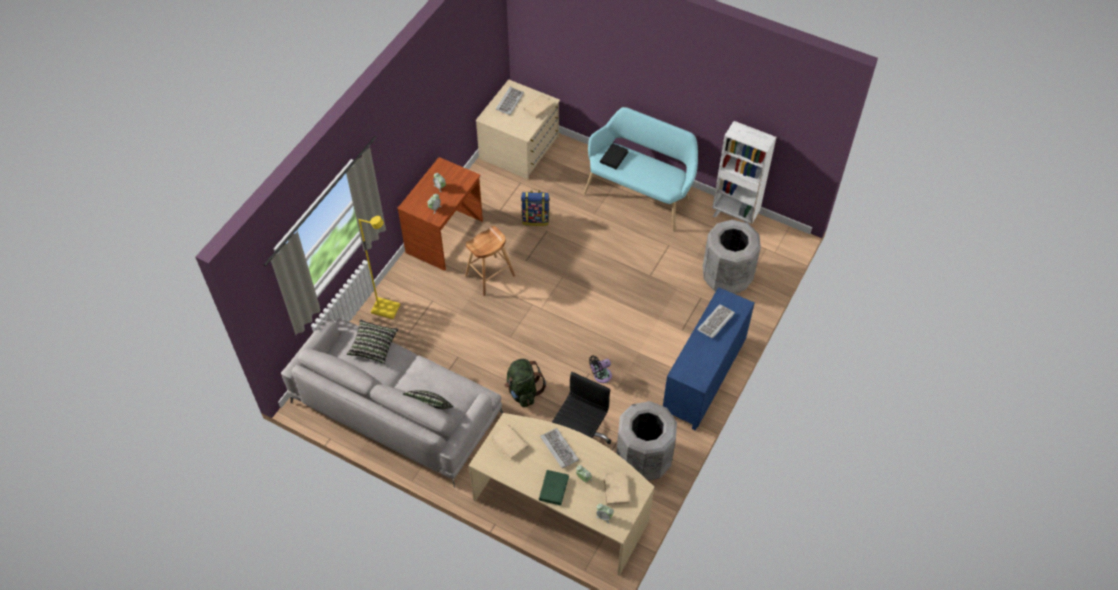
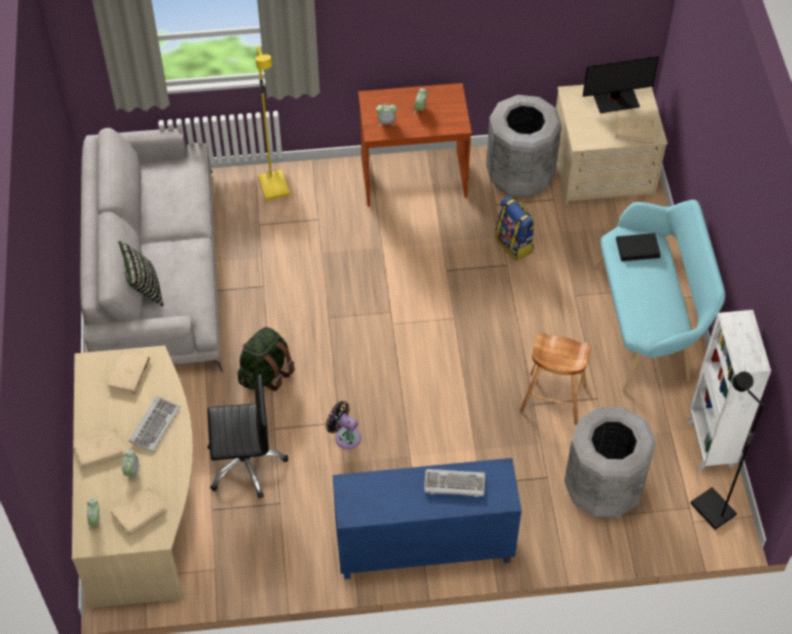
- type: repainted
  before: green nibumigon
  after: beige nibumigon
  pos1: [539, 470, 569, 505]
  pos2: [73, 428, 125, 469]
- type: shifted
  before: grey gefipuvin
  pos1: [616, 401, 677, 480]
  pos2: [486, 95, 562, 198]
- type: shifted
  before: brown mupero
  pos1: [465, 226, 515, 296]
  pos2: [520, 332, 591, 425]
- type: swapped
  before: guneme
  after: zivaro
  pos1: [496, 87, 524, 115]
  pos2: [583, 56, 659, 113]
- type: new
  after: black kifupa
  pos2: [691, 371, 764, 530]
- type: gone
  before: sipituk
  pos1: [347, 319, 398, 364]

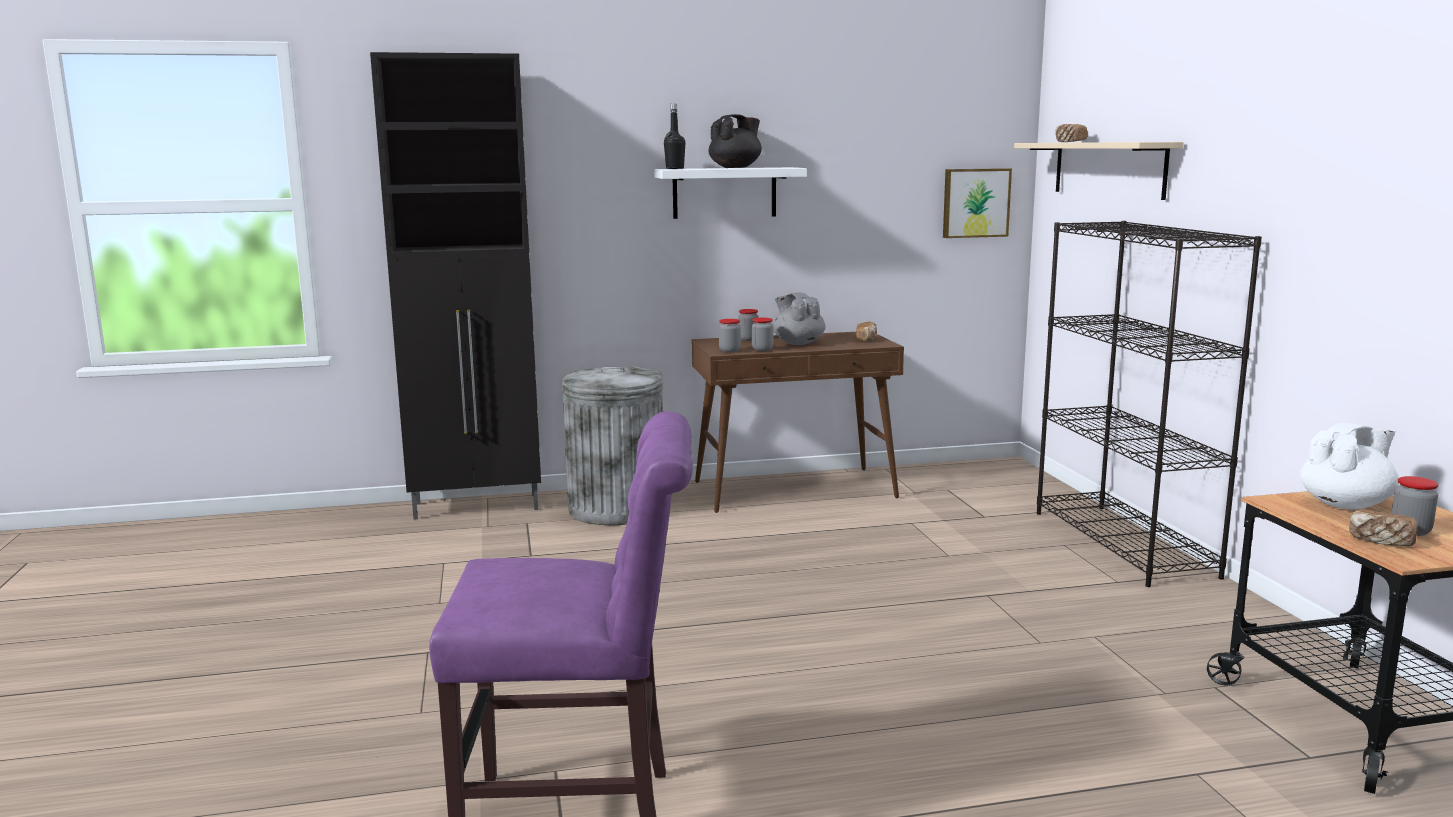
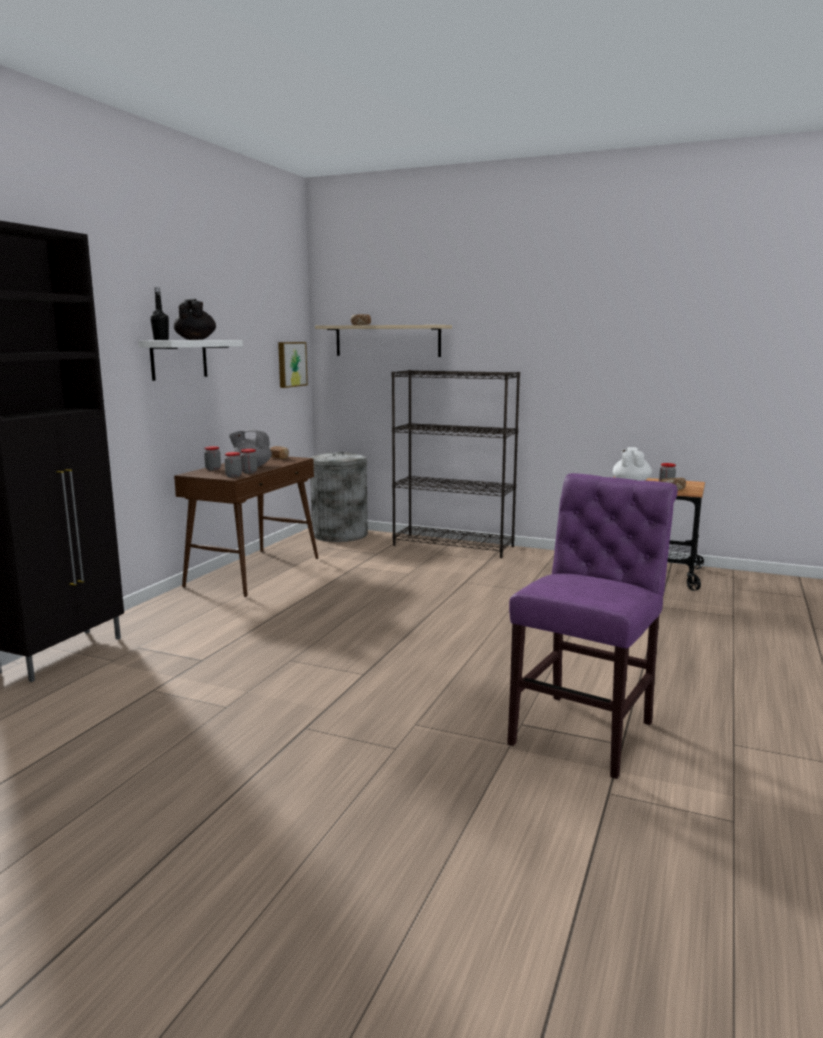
- type: shifted
  before: grey gefipuvin
  pos1: [562, 366, 663, 525]
  pos2: [310, 452, 368, 542]

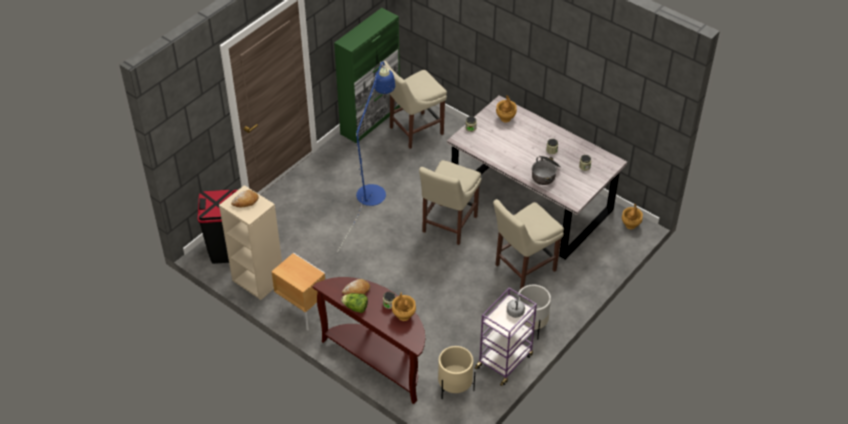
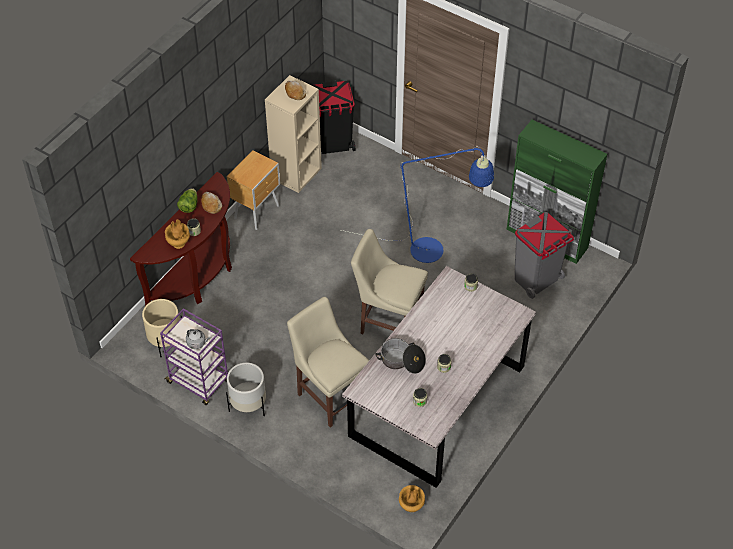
- type: swapped
  before: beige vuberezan
  after: grey gefipuvin
  pos1: [382, 61, 447, 149]
  pos2: [515, 212, 574, 299]
- type: gone
  before: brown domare
  pos1: [496, 95, 517, 122]

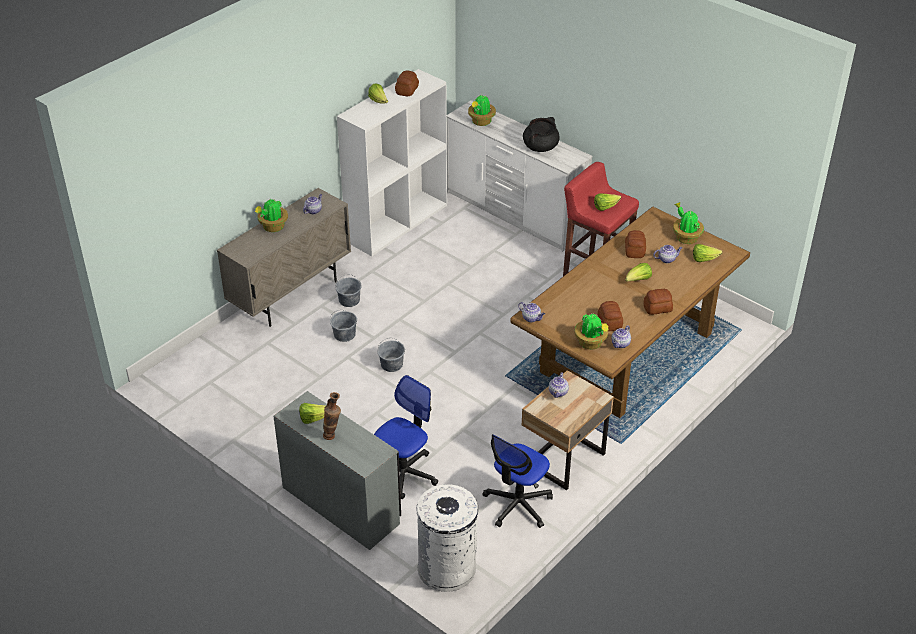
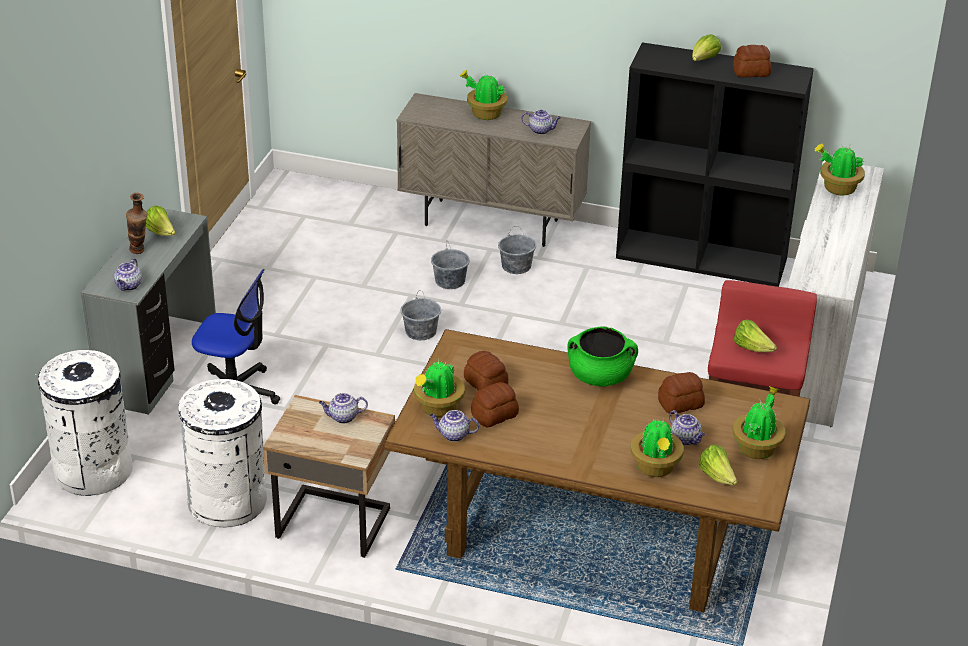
- type: shifted
  before: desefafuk
  pos1: [518, 302, 545, 322]
  pos2: [114, 258, 142, 291]
- type: swapped
  before: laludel
  after: white gefipuvin
  pos1: [482, 434, 553, 528]
  pos2: [178, 379, 267, 528]
- type: shifted
  before: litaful
  pos1: [643, 289, 673, 315]
  pos2: [464, 351, 508, 391]
- type: new
  after: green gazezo
  pos2: [567, 326, 638, 387]
- type: repainted
  before: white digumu
  after: black digumu
  pos1: [337, 69, 447, 256]
  pos2: [616, 42, 814, 287]
- type: new
  after: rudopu
  pos2: [630, 418, 684, 477]
- type: gone
  before: black gazezo
  pos1: [523, 117, 560, 152]
- type: gone
  before: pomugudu
  pos1: [625, 263, 652, 282]

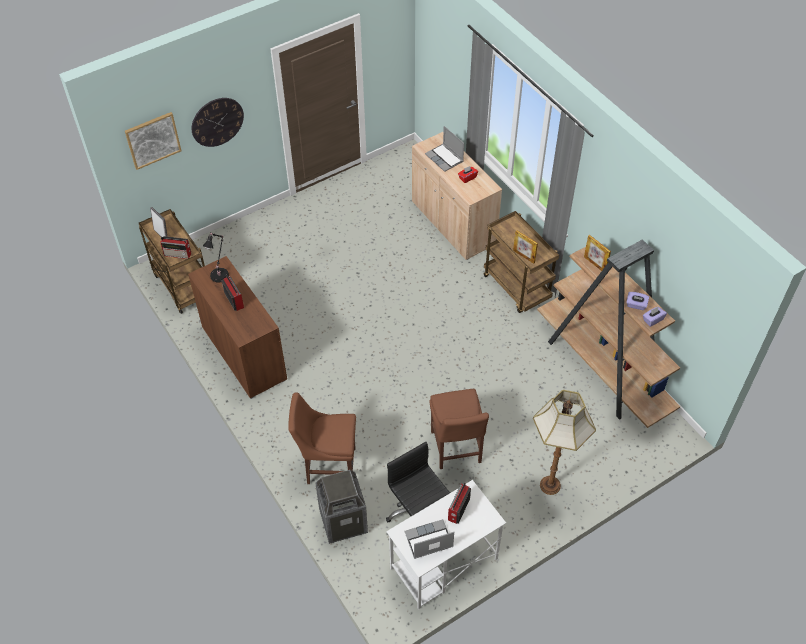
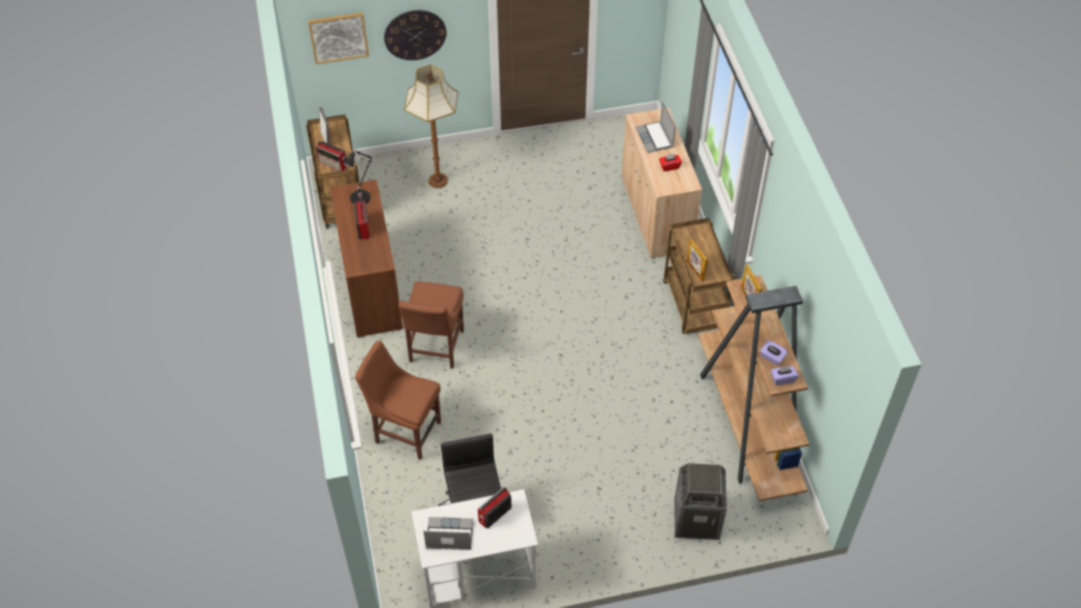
- type: shifted
  before: brown vuberezan
  pos1: [430, 389, 489, 469]
  pos2: [399, 281, 464, 369]
- type: shifted
  before: kifupa
  pos1: [533, 390, 596, 495]
  pos2: [404, 65, 458, 188]
- type: shifted
  before: gefipuvin
  pos1: [315, 470, 368, 544]
  pos2: [675, 463, 727, 540]

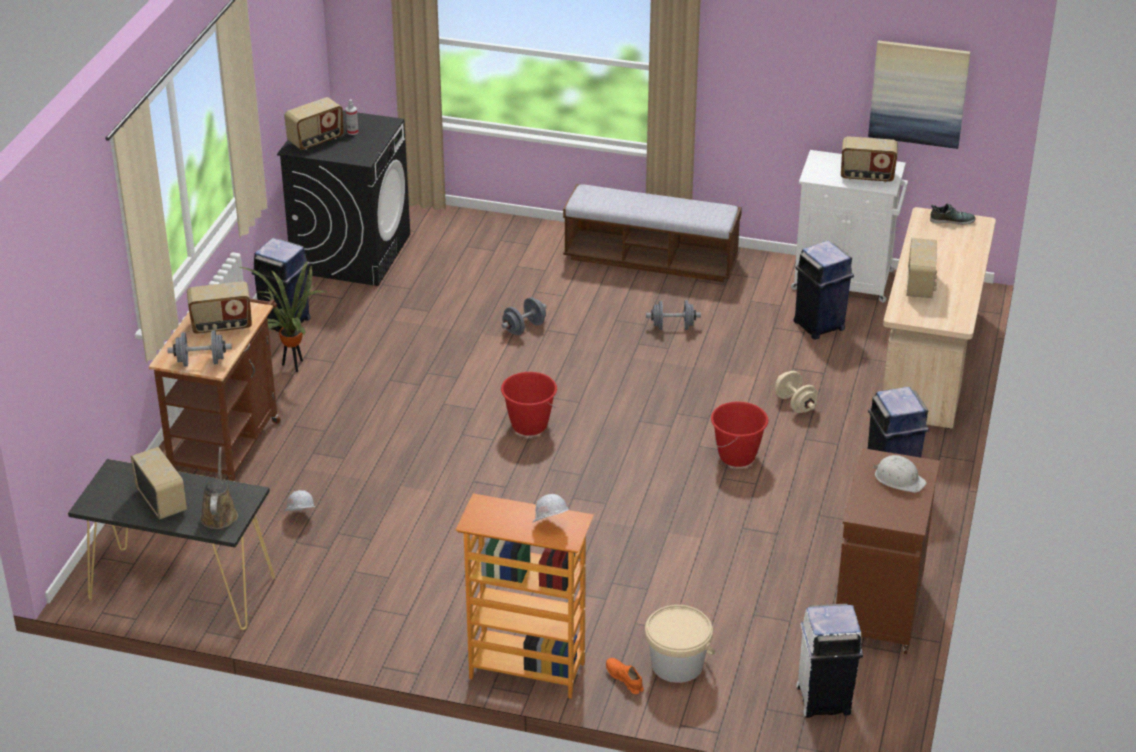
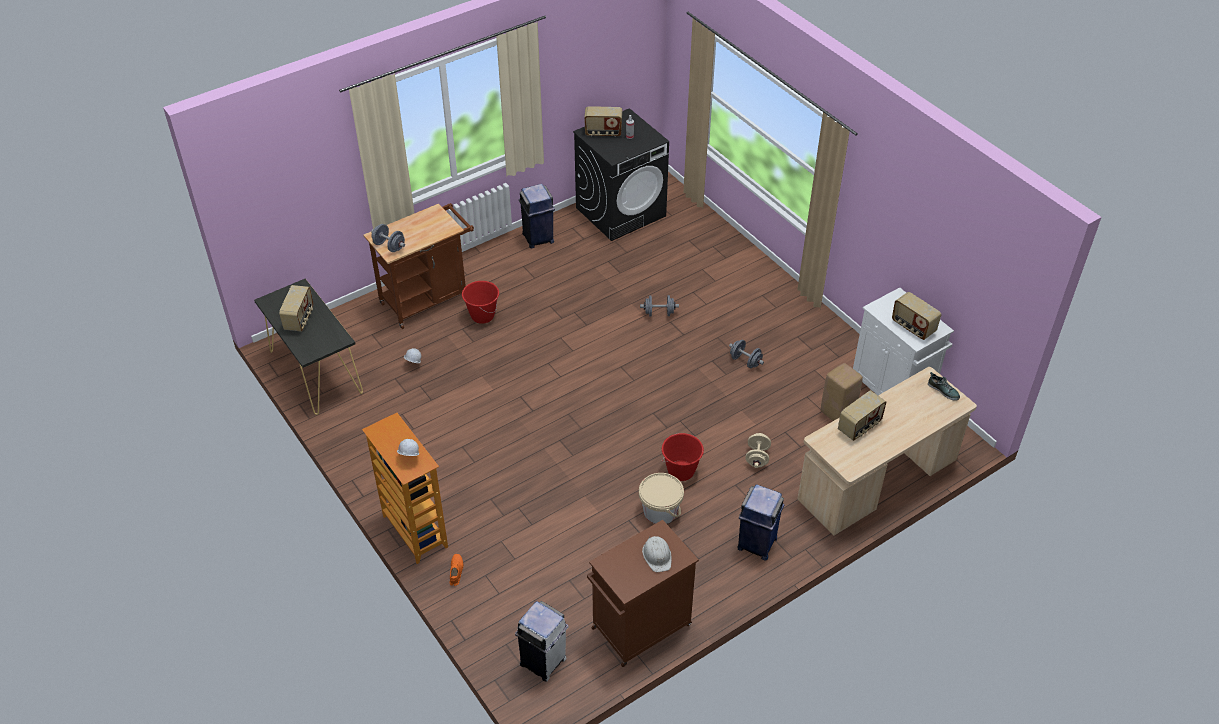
- type: shifted
  before: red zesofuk
  pos1: [501, 372, 557, 436]
  pos2: [462, 281, 499, 324]
- type: shifted
  before: beige zesofuk
  pos1: [645, 605, 715, 683]
  pos2: [639, 473, 684, 524]
- type: swapped
  before: blue gefipuvin
  after: beige mupero
  pos1: [793, 241, 854, 339]
  pos2: [821, 363, 863, 421]
- type: gone
  before: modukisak
  pos1: [187, 281, 252, 334]
- type: gone
  before: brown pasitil
  pos1: [200, 447, 238, 529]
- type: gone
  before: rudopu
  pos1: [240, 261, 326, 372]
- type: gone
  before: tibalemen
  pos1: [563, 184, 742, 282]
- type: gone
  before: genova
  pos1: [868, 40, 971, 149]

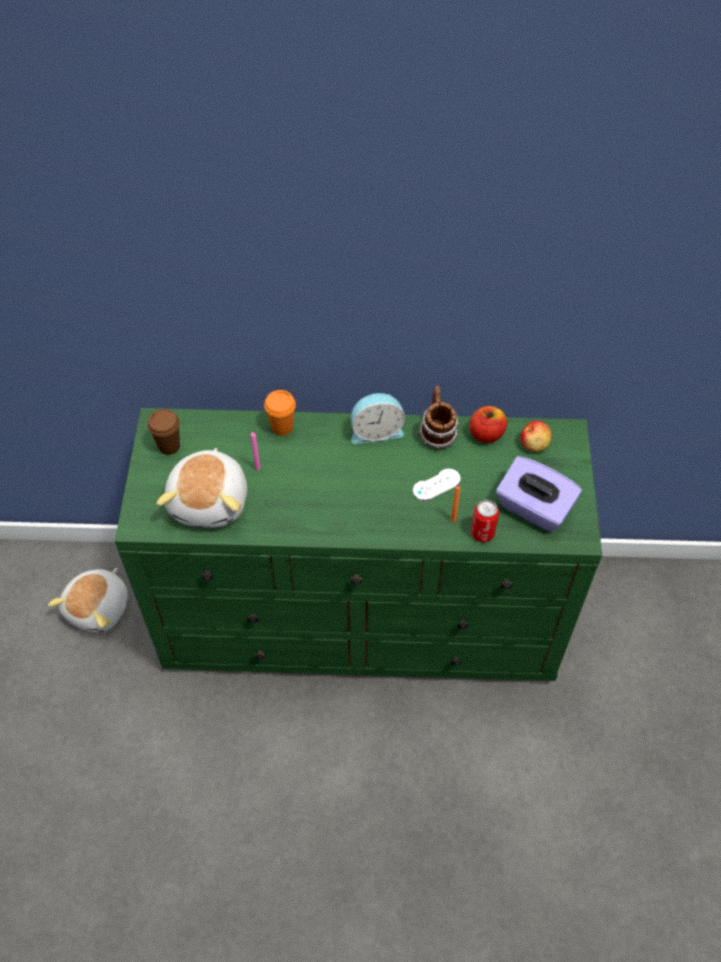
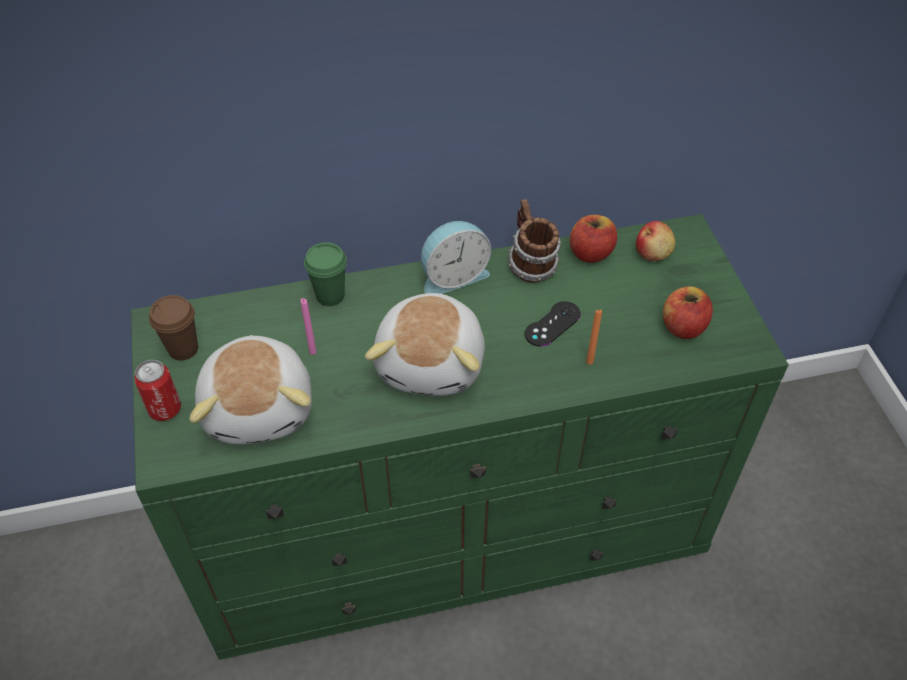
- type: shifted
  before: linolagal
  pos1: [471, 500, 499, 542]
  pos2: [134, 360, 181, 421]
- type: repainted
  before: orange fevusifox
  after: green fevusifox
  pos1: [264, 390, 296, 436]
  pos2: [304, 242, 347, 306]
- type: shifted
  before: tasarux
  pos1: [48, 568, 128, 633]
  pos2: [365, 293, 485, 396]
- type: repainted
  before: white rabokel
  after: black rabokel
  pos1: [413, 469, 461, 501]
  pos2: [525, 301, 581, 347]
- type: swapped
  before: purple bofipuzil
  after: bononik
  pos1: [496, 456, 582, 532]
  pos2: [663, 286, 713, 339]

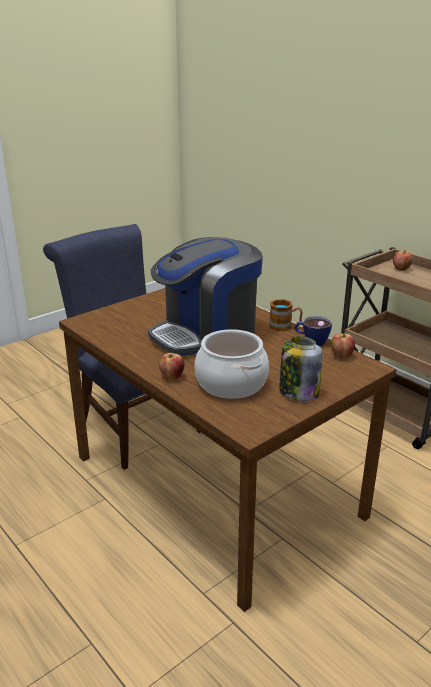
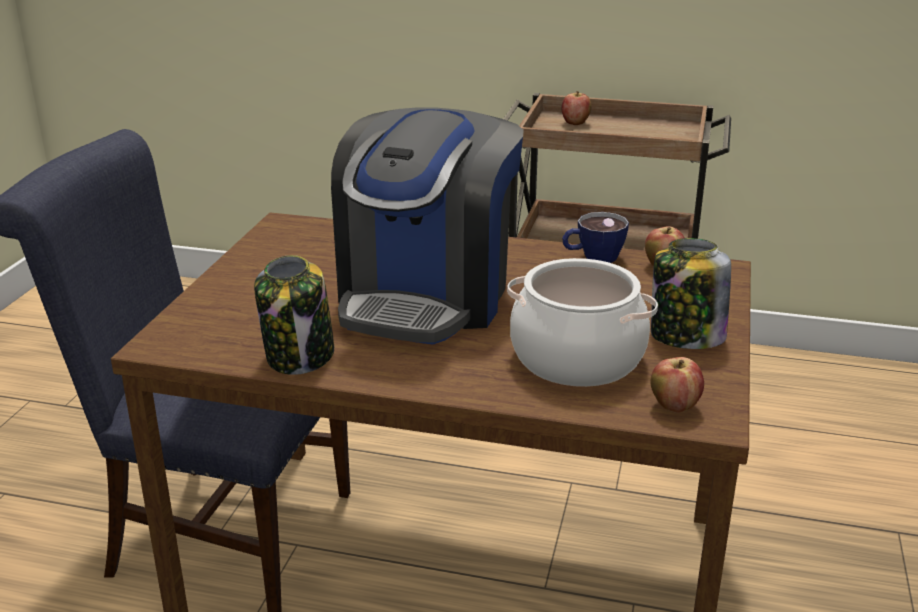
- type: new
  after: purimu
  pos2: [254, 255, 334, 375]
- type: shifted
  before: bononik
  pos1: [159, 353, 185, 380]
  pos2: [650, 357, 704, 413]
- type: gone
  before: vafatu
  pos1: [269, 299, 303, 331]

